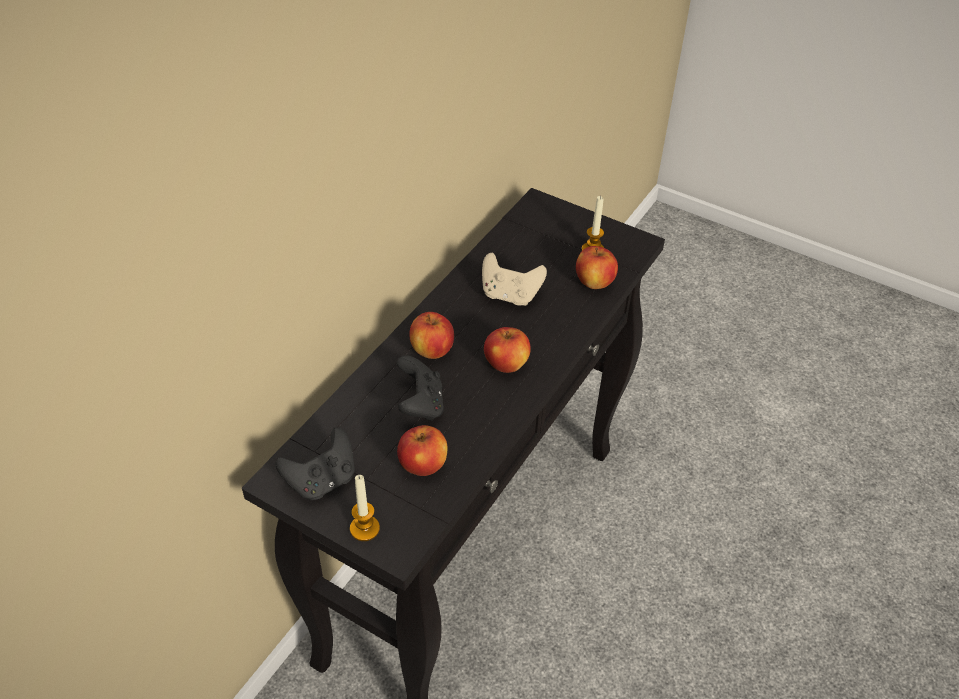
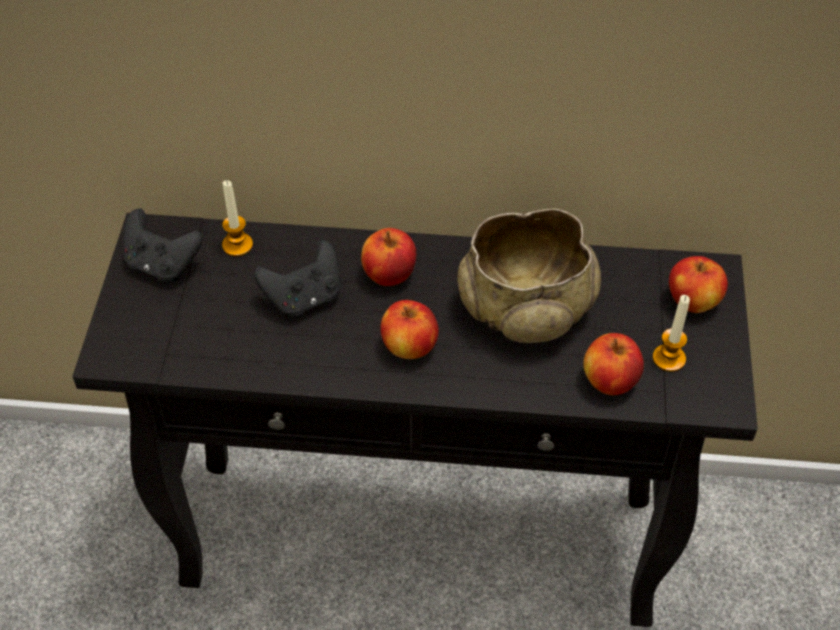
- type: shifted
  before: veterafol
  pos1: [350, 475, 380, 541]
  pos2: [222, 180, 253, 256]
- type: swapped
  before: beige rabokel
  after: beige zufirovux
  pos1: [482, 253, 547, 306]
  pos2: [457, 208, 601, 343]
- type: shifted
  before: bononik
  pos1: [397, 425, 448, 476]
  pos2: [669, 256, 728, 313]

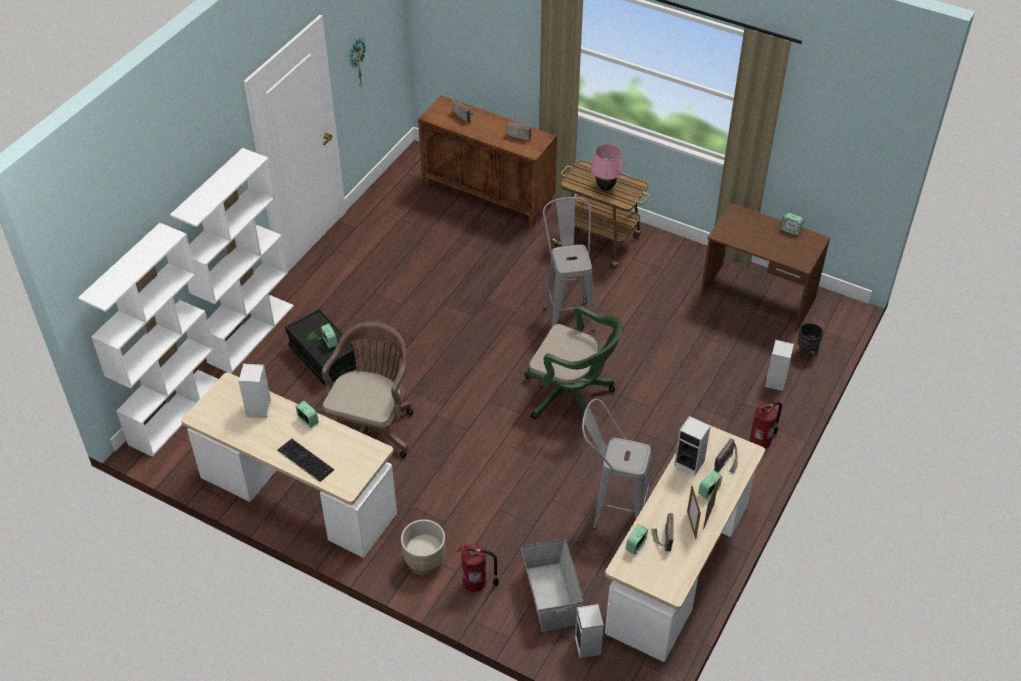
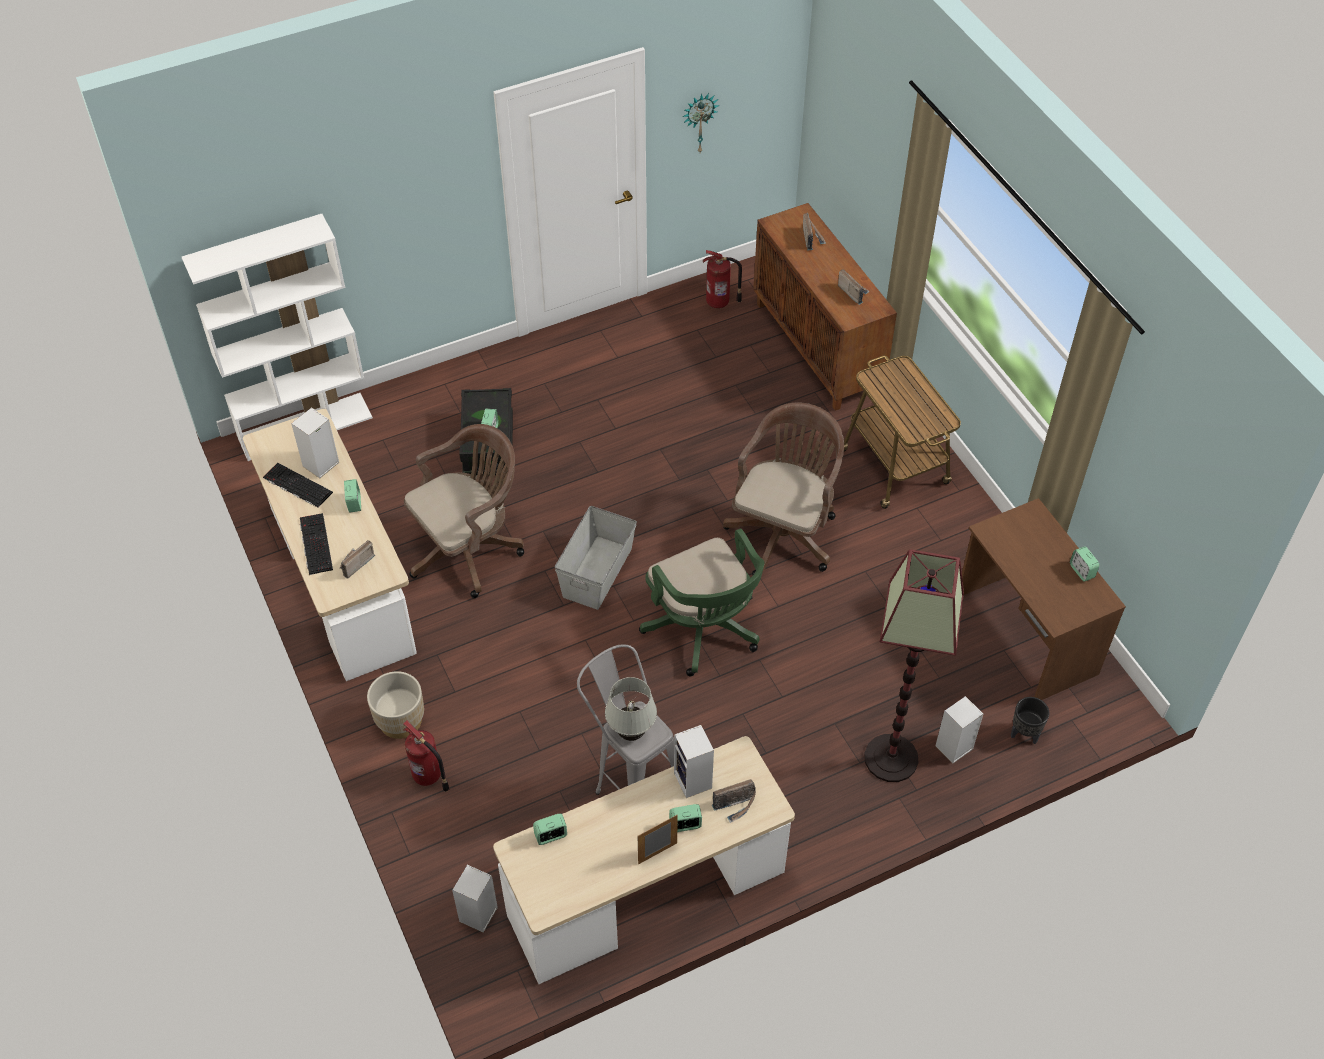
- type: new
  after: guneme
  pos2: [263, 463, 333, 508]
- type: shifted
  before: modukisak
  pos1: [651, 513, 674, 551]
  pos2: [340, 540, 375, 579]
- type: shifted
  before: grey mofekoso
  pos1: [521, 539, 584, 632]
  pos2: [555, 506, 637, 610]
- type: new
  after: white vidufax
  pos2: [605, 677, 657, 741]
- type: shifted
  before: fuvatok
  pos1: [750, 402, 782, 449]
  pos2: [703, 250, 742, 308]
- type: swapped
  before: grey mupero
  after: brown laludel
  pos1: [543, 197, 595, 331]
  pos2: [723, 402, 844, 575]
- type: new
  after: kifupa
  pos2: [864, 550, 964, 782]
- type: gone
  before: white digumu
  pos1: [170, 148, 294, 373]
- type: gone
  before: pink vidufax
  pos1: [591, 144, 623, 191]
- type: gone
  before: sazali
  pos1: [687, 485, 701, 540]

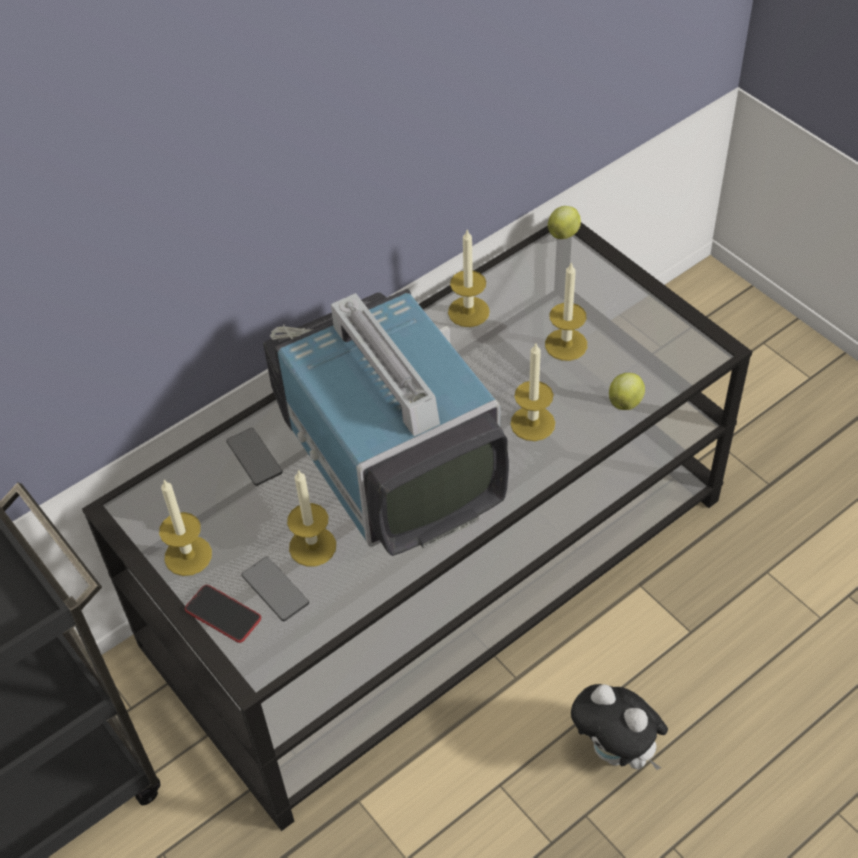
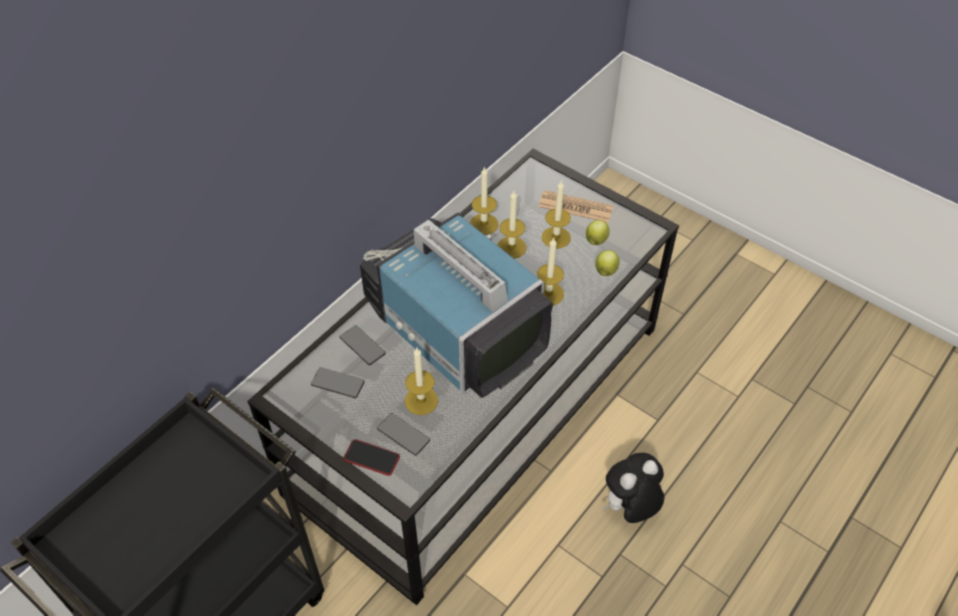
- type: new
  after: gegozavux
  pos2: [311, 367, 365, 398]
- type: shifted
  before: veterafol
  pos1: [159, 479, 212, 576]
  pos2: [497, 191, 526, 259]
- type: new
  after: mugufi
  pos2: [538, 190, 614, 223]
- type: shifted
  before: bononik
  pos1: [548, 206, 581, 239]
  pos2: [586, 220, 610, 245]
- type: rotated
  before: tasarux
  pos1: [571, 684, 668, 770]
  pos2: [603, 453, 664, 523]
  turn: 120

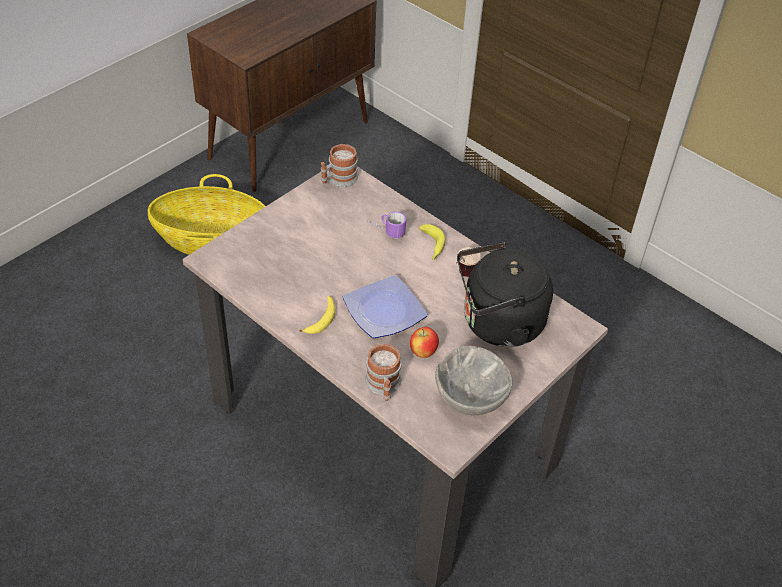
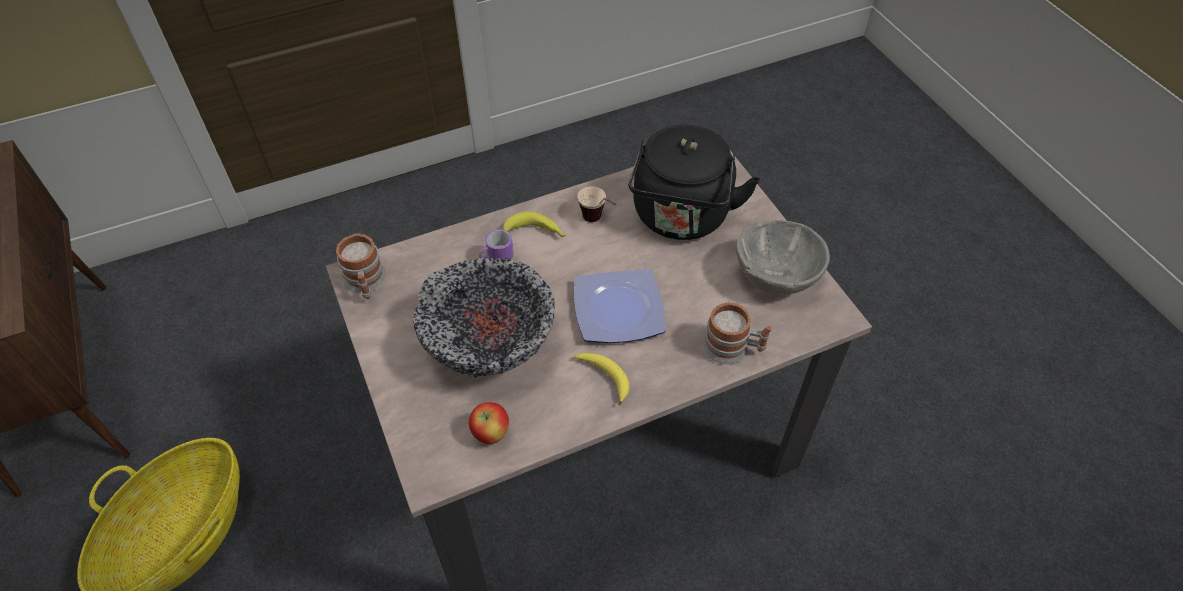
- type: new
  after: zufirovux
  pos2: [412, 258, 555, 378]
- type: shifted
  before: bononik
  pos1: [410, 327, 439, 358]
  pos2: [469, 402, 509, 444]

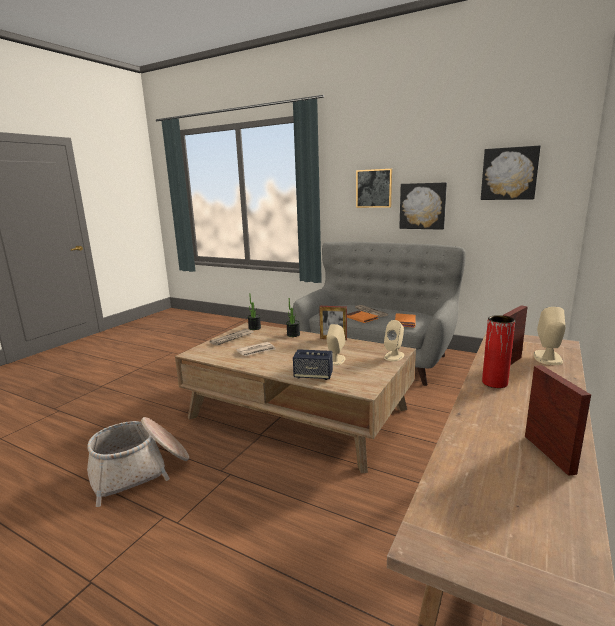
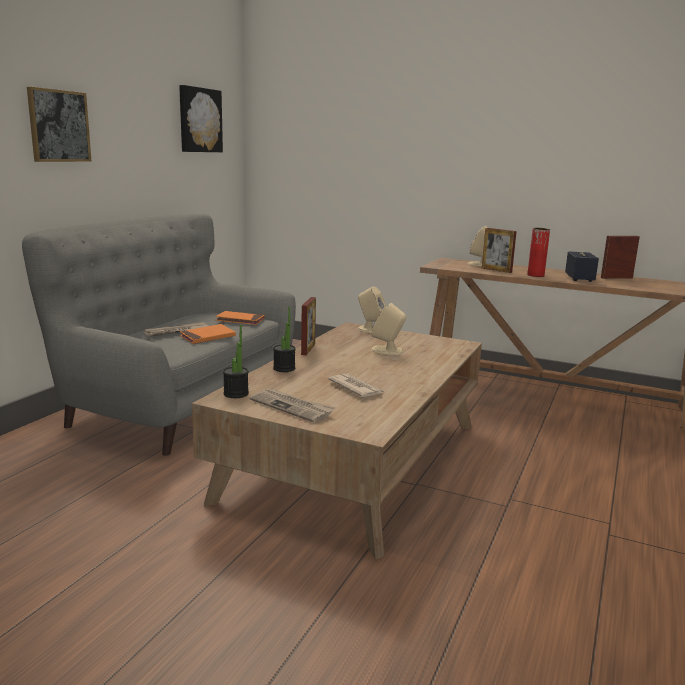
- type: shifted
  before: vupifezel
  pos1: [293, 349, 333, 380]
  pos2: [565, 251, 599, 282]
- type: gone
  before: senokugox
  pos1: [87, 417, 189, 507]
- type: gone
  before: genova
  pos1: [399, 182, 447, 230]

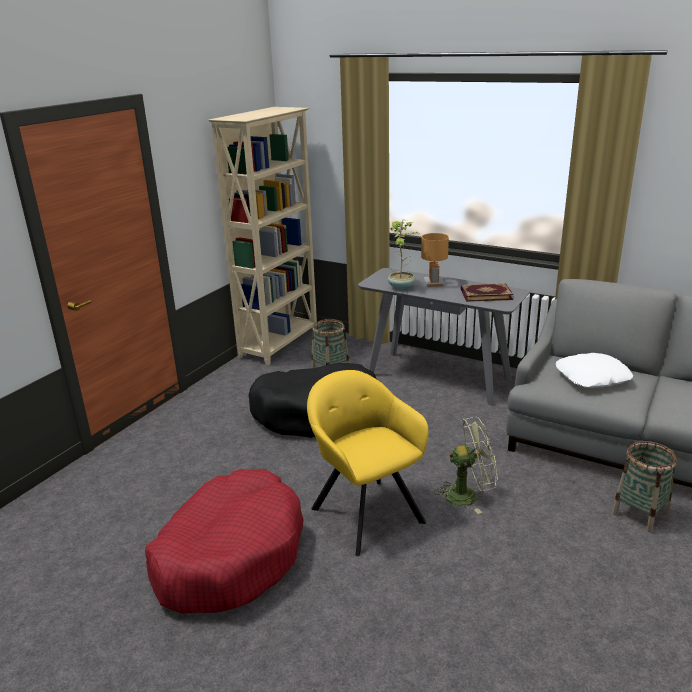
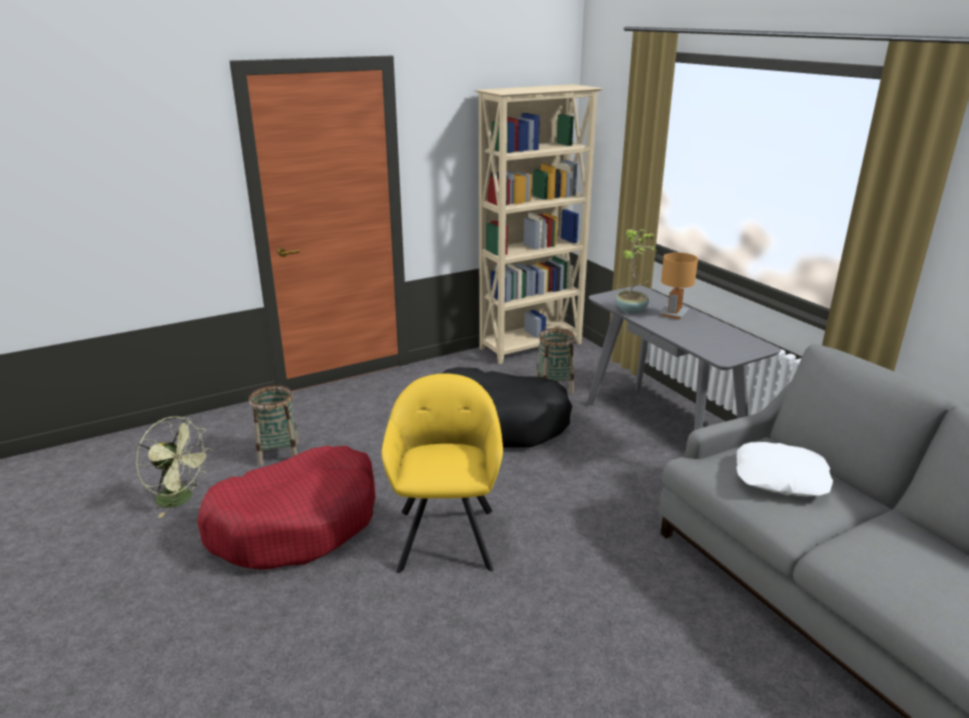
- type: shifted
  before: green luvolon
  pos1: [434, 417, 498, 514]
  pos2: [136, 417, 212, 518]
- type: shifted
  before: senokugox
  pos1: [612, 441, 677, 532]
  pos2: [249, 385, 299, 466]
- type: gone
  before: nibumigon
  pos1: [461, 283, 513, 302]

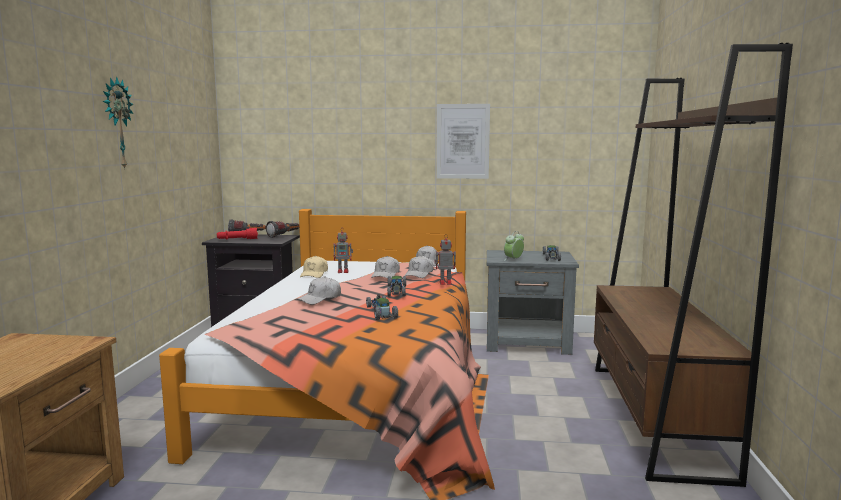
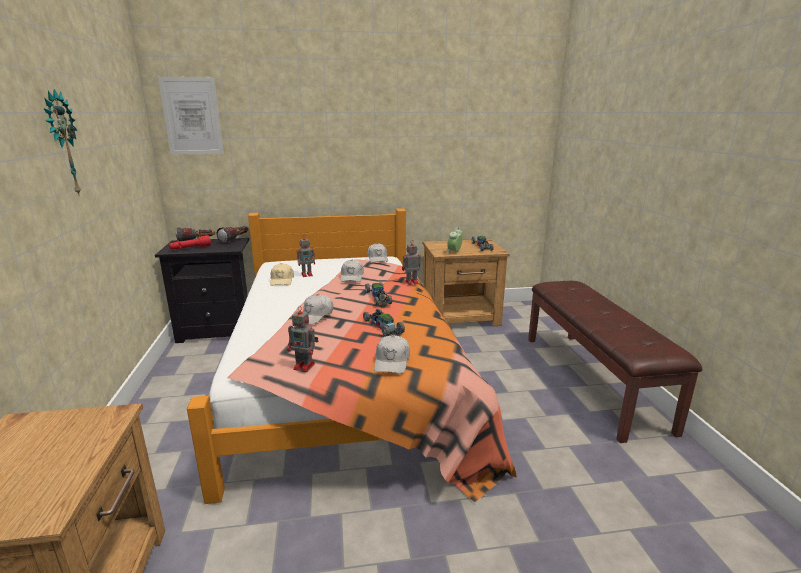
- type: shifted
  before: genova
  pos1: [437, 104, 490, 179]
  pos2: [158, 77, 224, 155]
- type: new
  after: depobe
  pos2: [287, 306, 318, 372]
- type: shifted
  before: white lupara
  pos1: [404, 255, 433, 278]
  pos2: [374, 335, 410, 374]
- type: repainted
  before: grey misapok
  after: brown misapok
  pos1: [487, 250, 579, 355]
  pos2: [423, 239, 510, 326]
- type: swapped
  before: brown digumu
  after: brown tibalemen
  pos1: [594, 43, 793, 487]
  pos2: [528, 281, 702, 443]

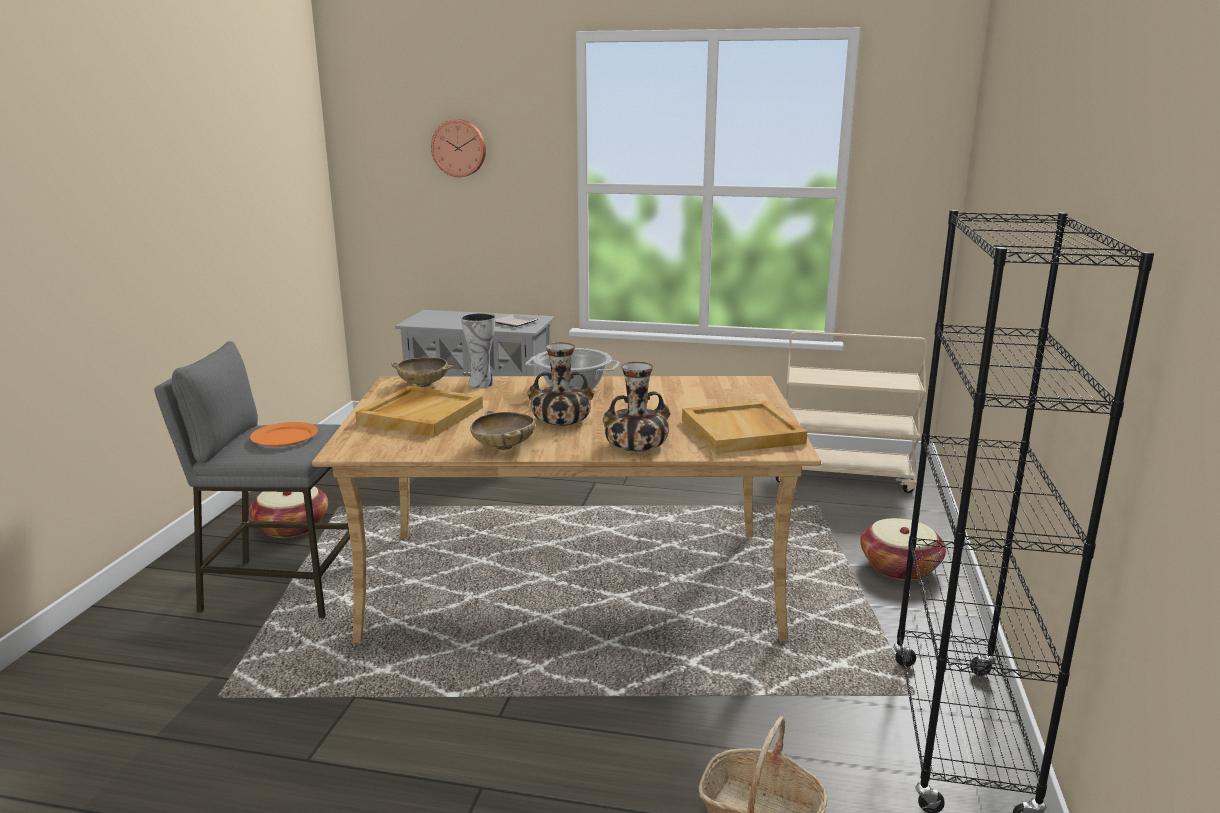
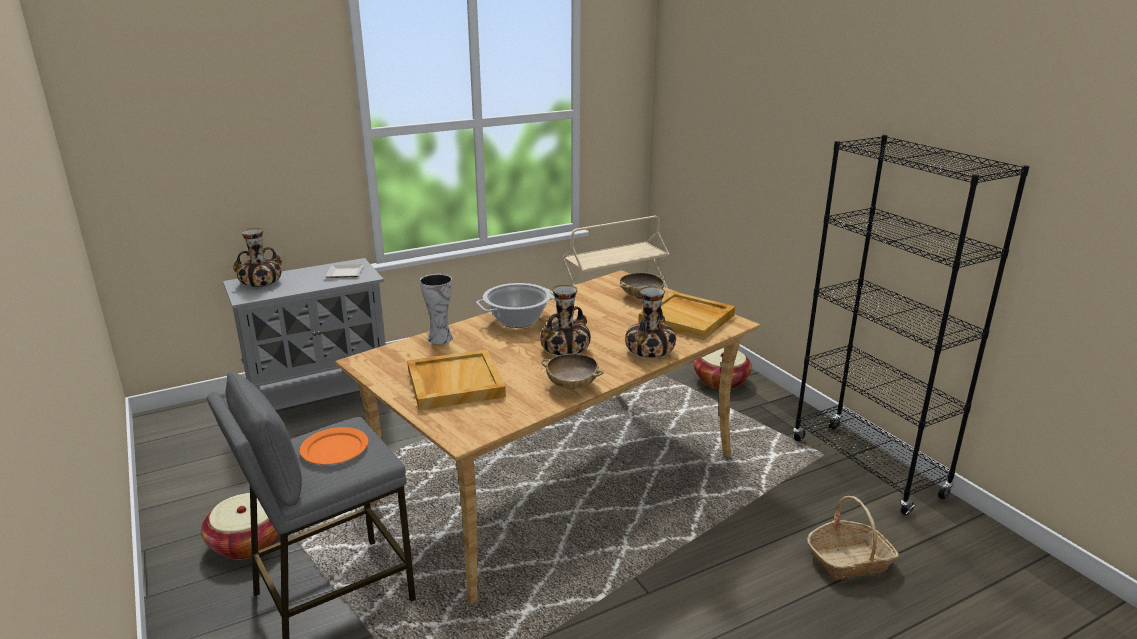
- type: new
  after: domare
  pos2: [233, 228, 282, 287]
- type: shifted
  before: beige zufirovux
  pos1: [391, 357, 453, 387]
  pos2: [620, 273, 664, 299]
- type: gone
  before: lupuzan
  pos1: [431, 119, 486, 177]

